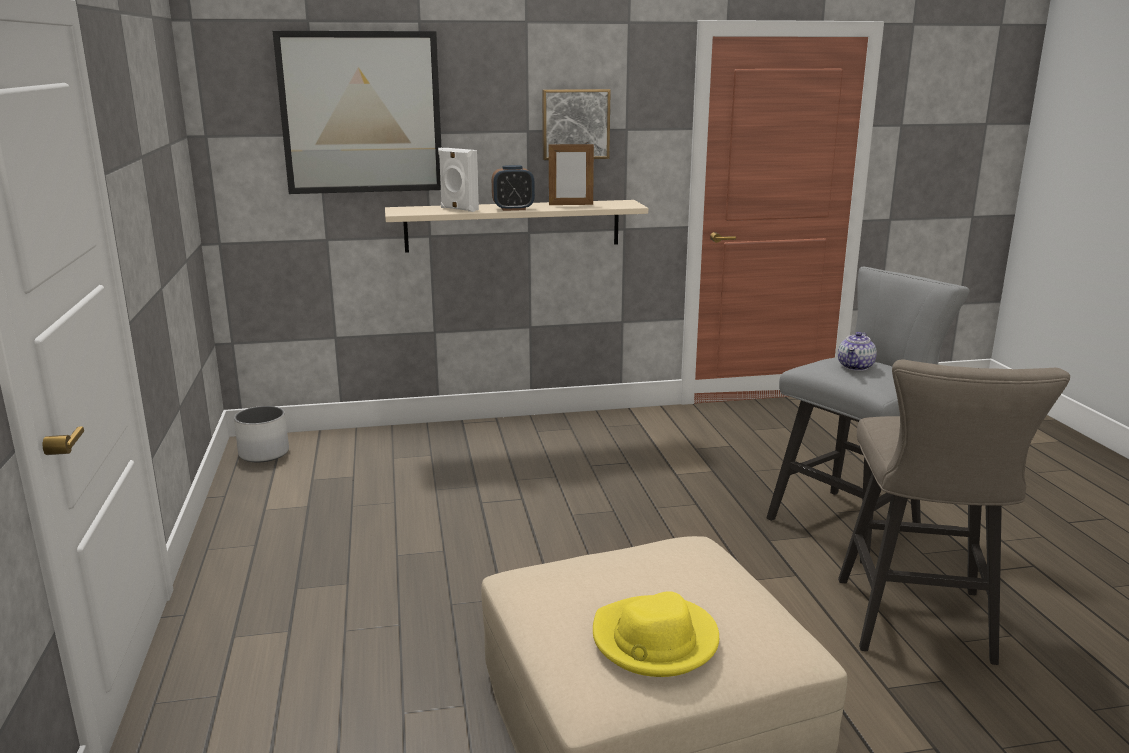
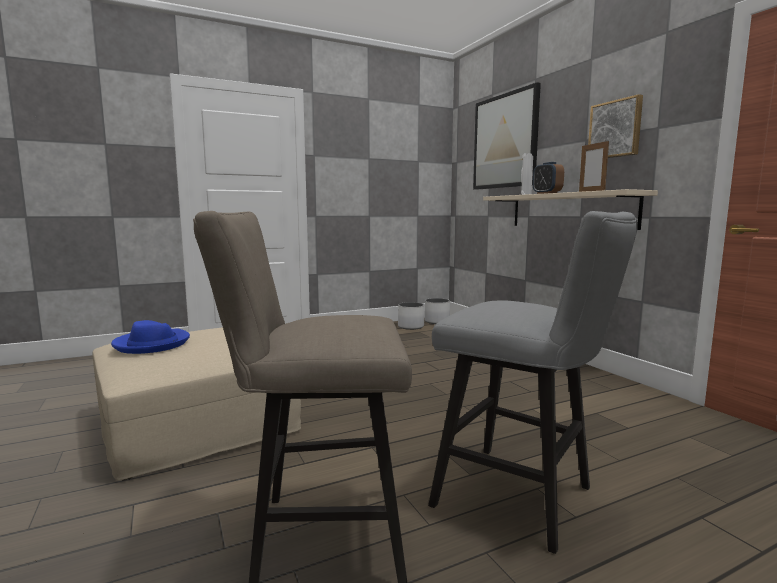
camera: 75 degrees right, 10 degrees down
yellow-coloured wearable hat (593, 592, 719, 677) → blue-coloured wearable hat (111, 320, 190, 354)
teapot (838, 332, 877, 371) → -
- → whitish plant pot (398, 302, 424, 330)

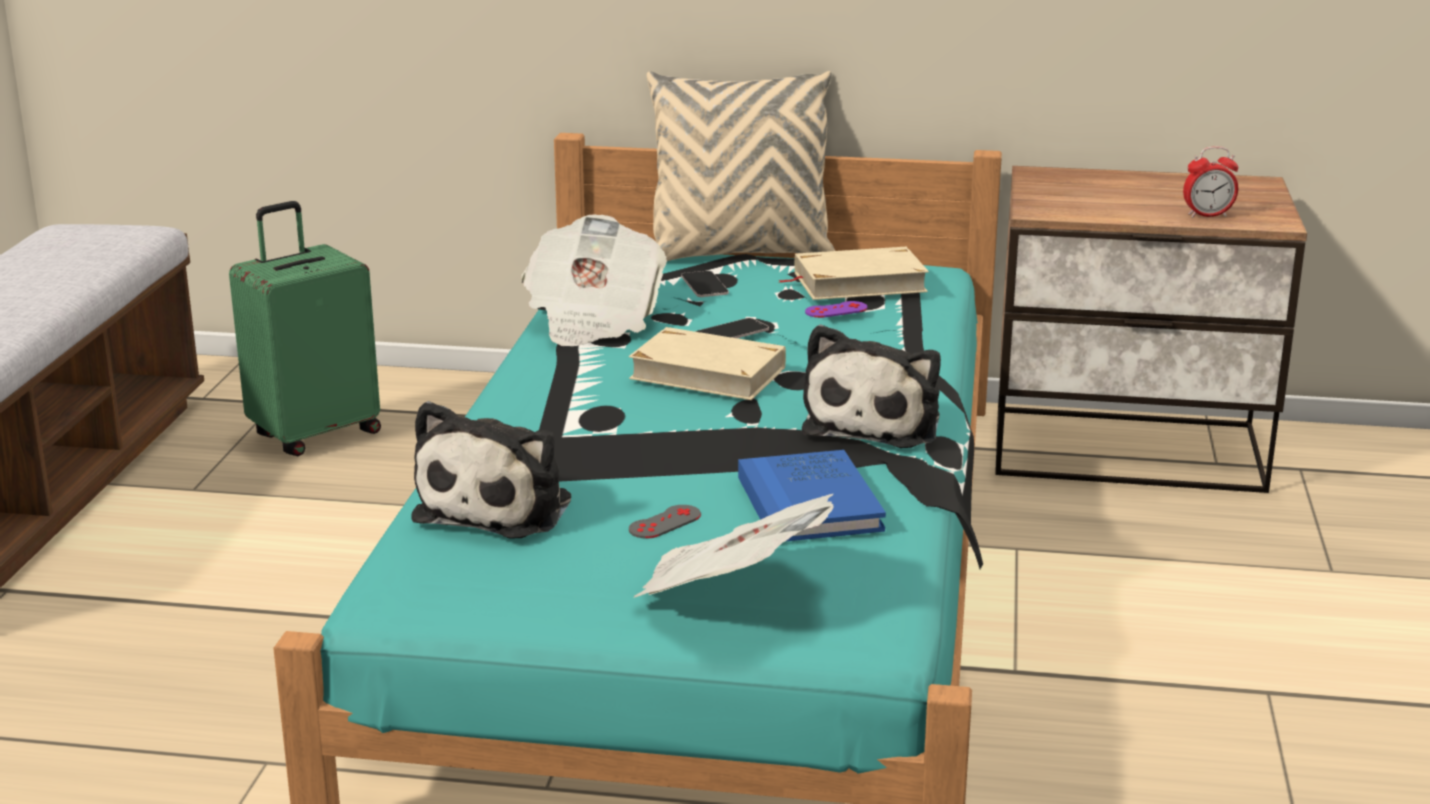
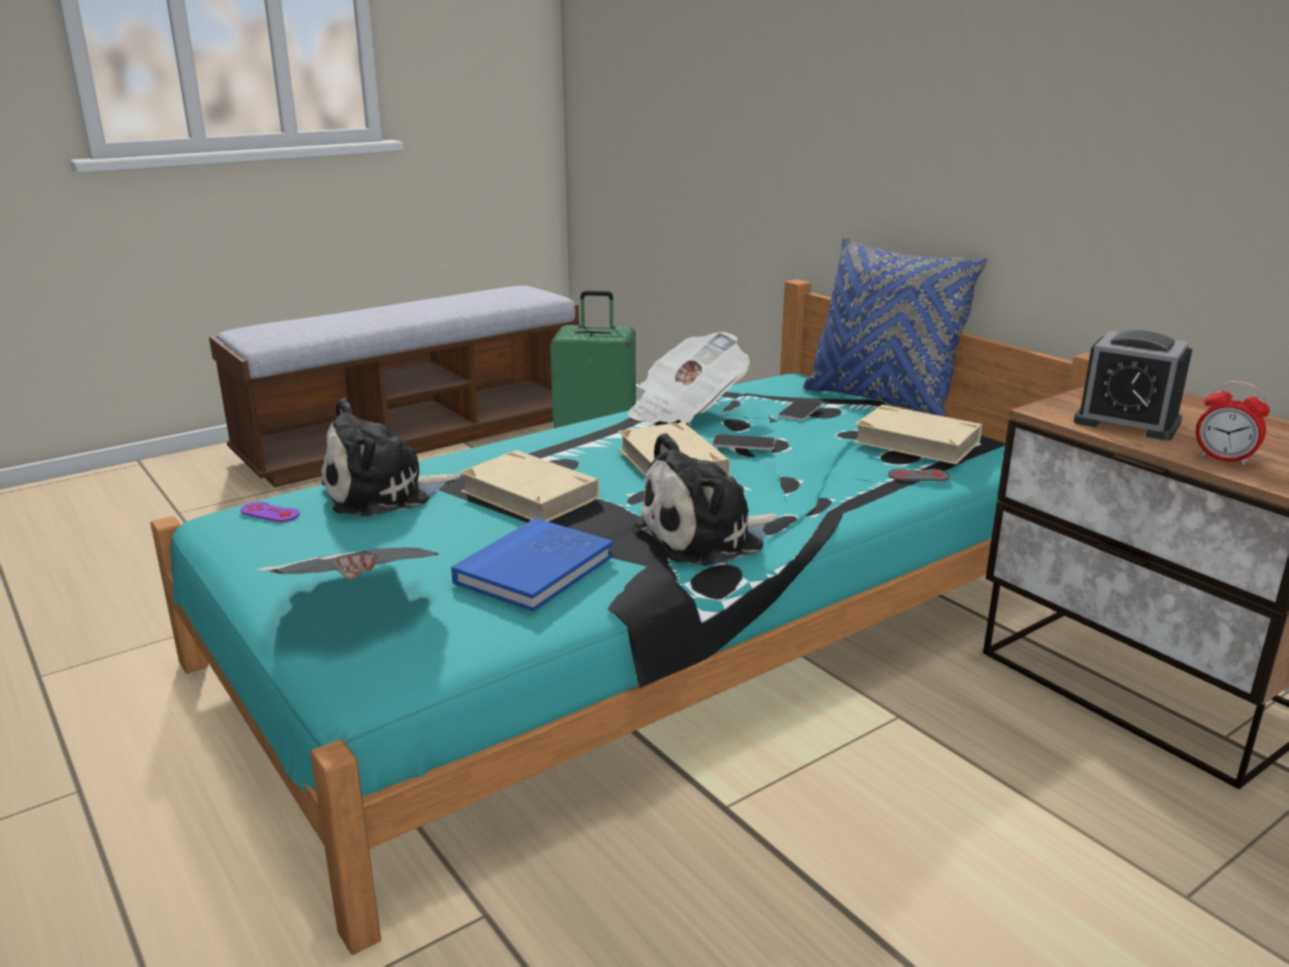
camera: 45 degrees right, 0 degrees up
greyish game controller (629, 505, 701, 539) → greyish game controller (888, 469, 950, 481), moved
beige-coloured cushion (647, 71, 835, 261) → blue-coloured cushion (803, 236, 987, 417)
purple game controller (805, 301, 867, 318) → purple game controller (241, 502, 300, 522), moved
- → beige-coloured bound book (459, 450, 599, 522)
- → alarm clock (1073, 330, 1192, 440)

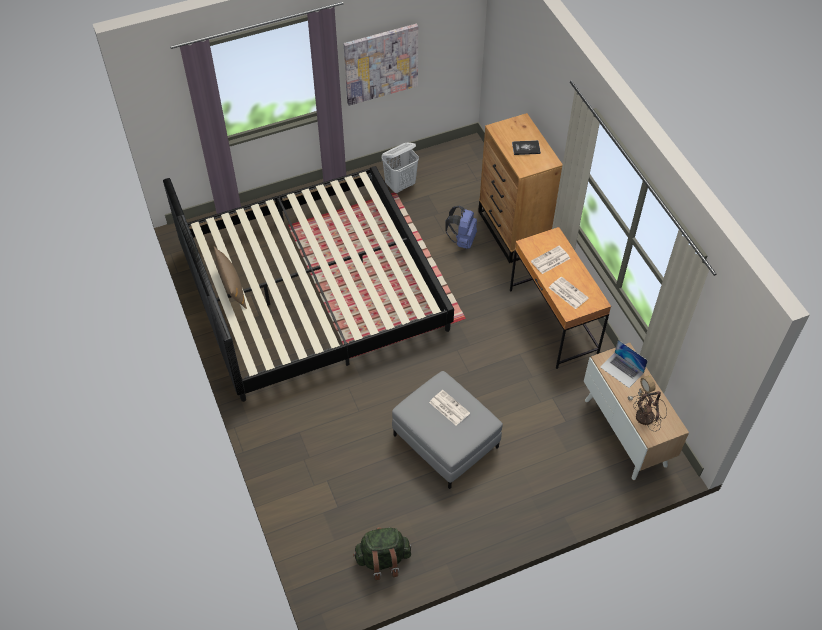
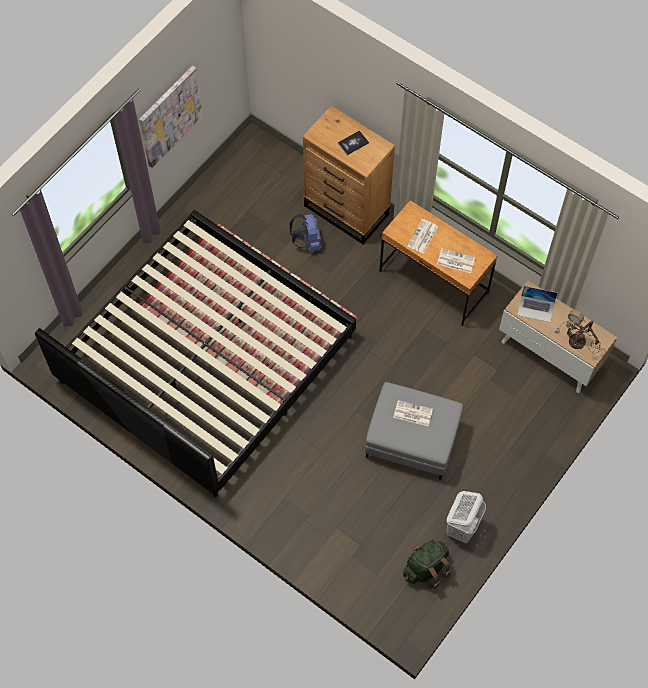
camera: 30 degrees left, 10 degrees up
brown cushion (214, 247, 247, 309) → -
whitish washing basket (382, 143, 419, 193) → whitish washing basket (446, 491, 486, 543), moved

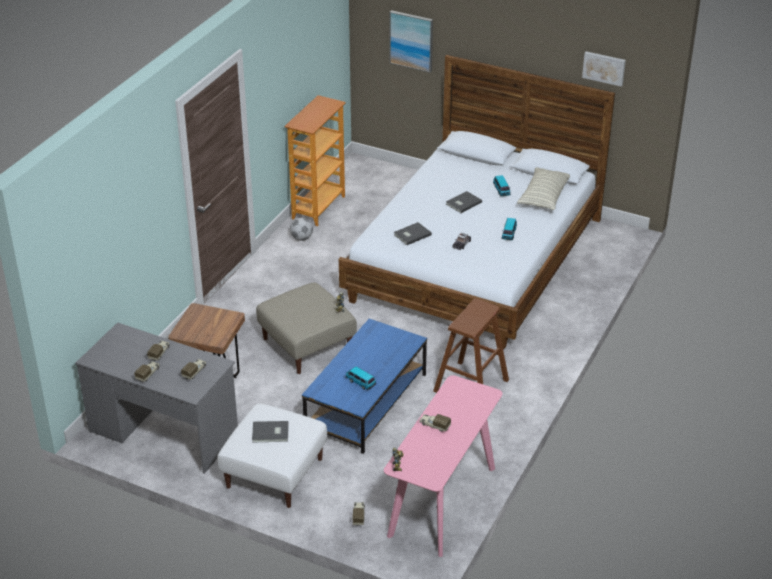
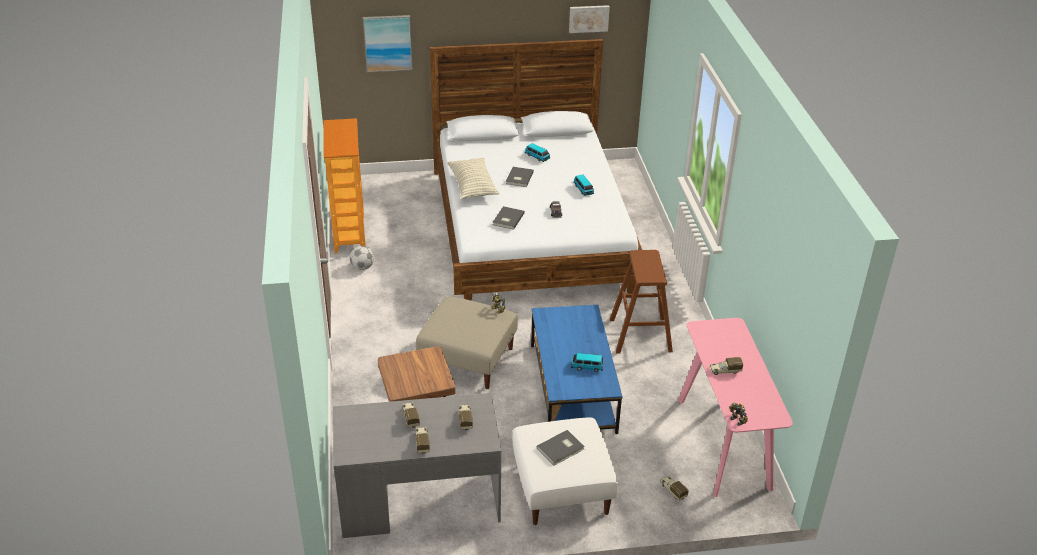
camera: 35 degrees left, 0 degrees up
cushion (517, 167, 570, 210) → cushion (447, 158, 499, 200), moved

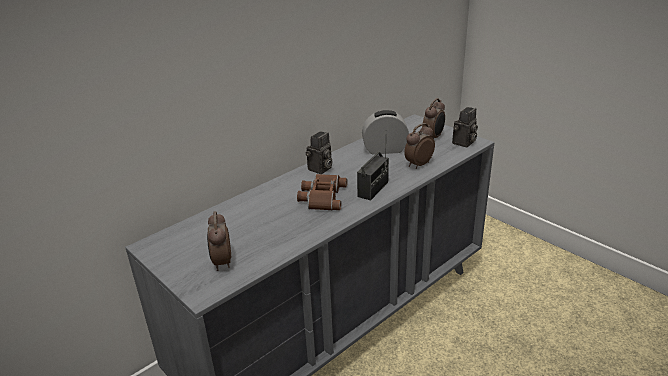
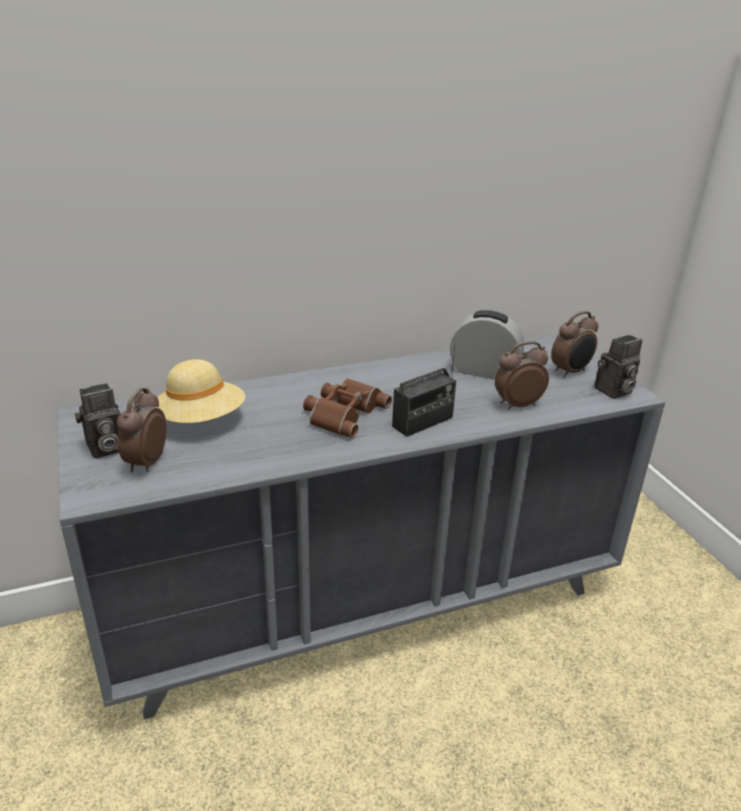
camera: 20 degrees right, 0 degrees up
still camera (306, 131, 332, 174) → still camera (75, 383, 121, 459), moved
- → beige-coloured wearable hat (155, 359, 245, 423)

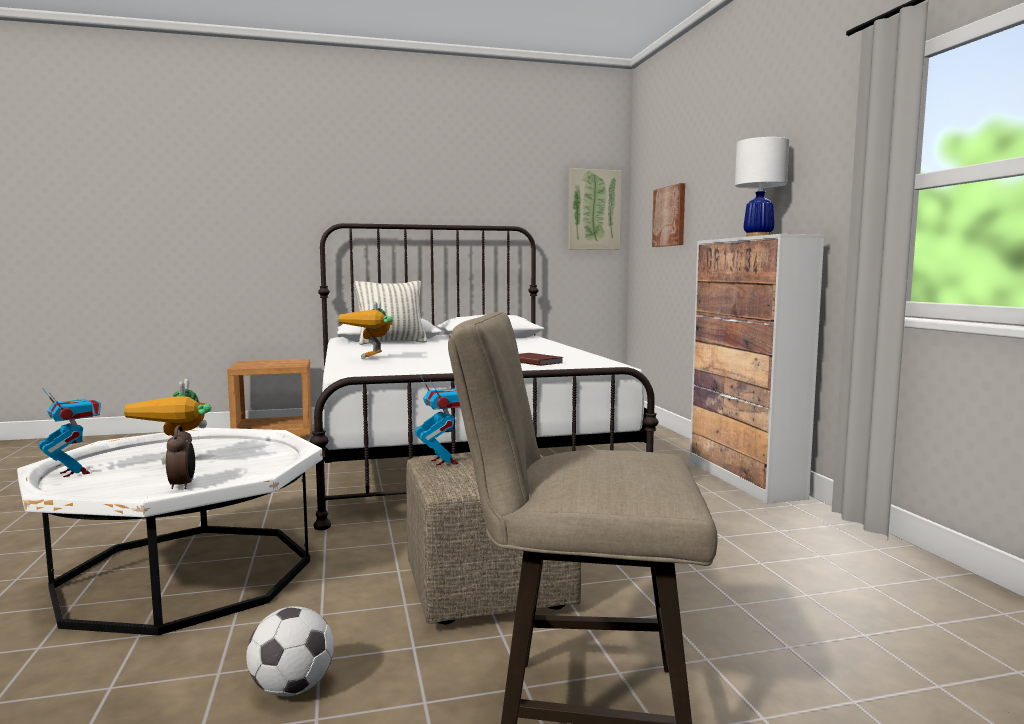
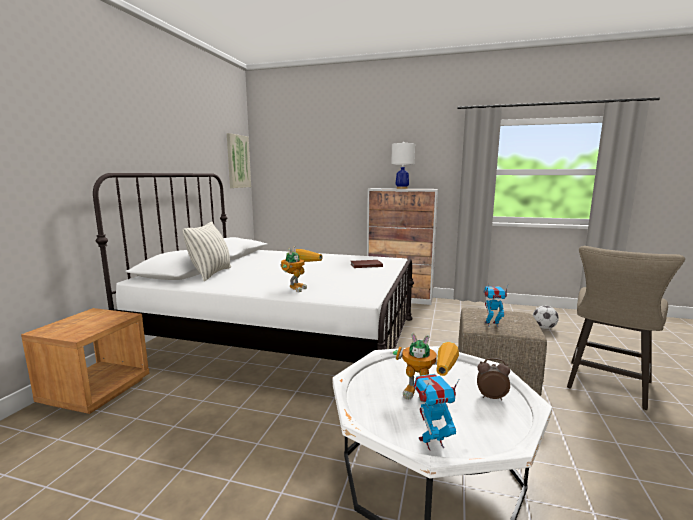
camera: 60 degrees left, 5 degrees up
ball for football (246, 606, 334, 696) → ball for football (533, 306, 559, 329), moved
robot figure (338, 301, 393, 359) → robot figure (280, 246, 322, 292), 105 degrees counterclockwise
wall picture (652, 183, 685, 247) → -

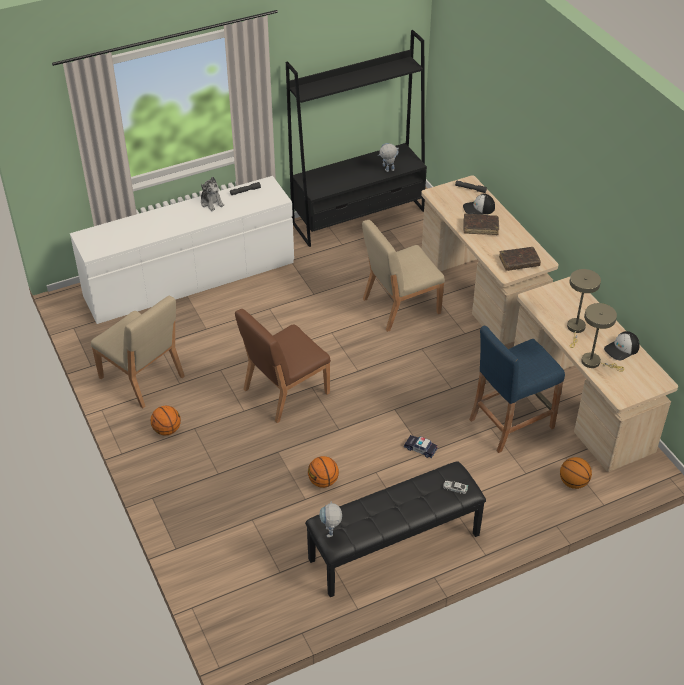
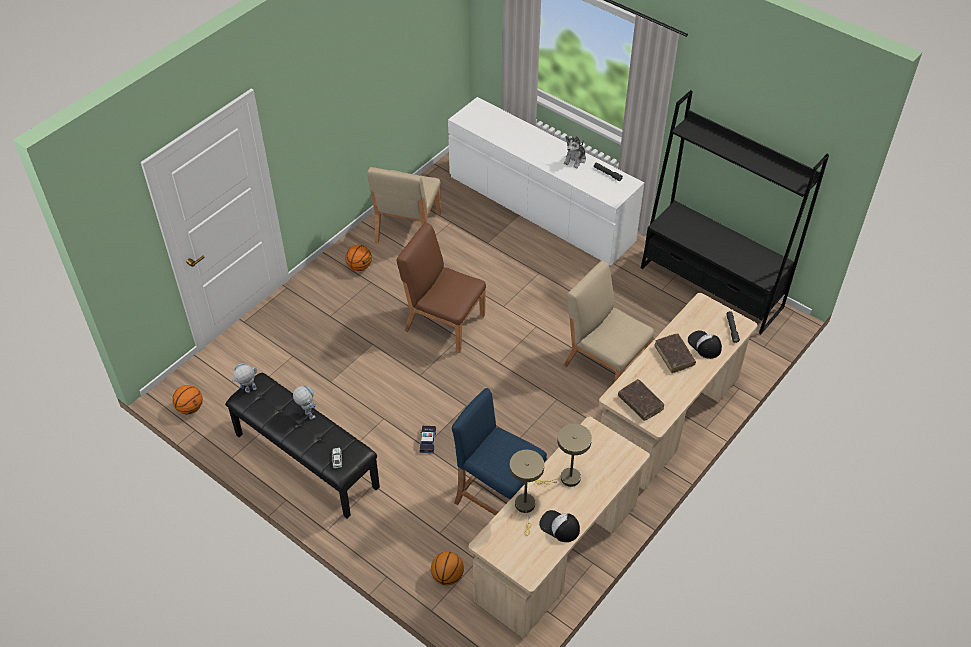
camera: 65 degrees right, 5 degrees up
ball for basketball (308, 456, 339, 488) → ball for basketball (172, 385, 203, 414), moved
robot figure (378, 143, 399, 172) → robot figure (293, 386, 316, 419), moved

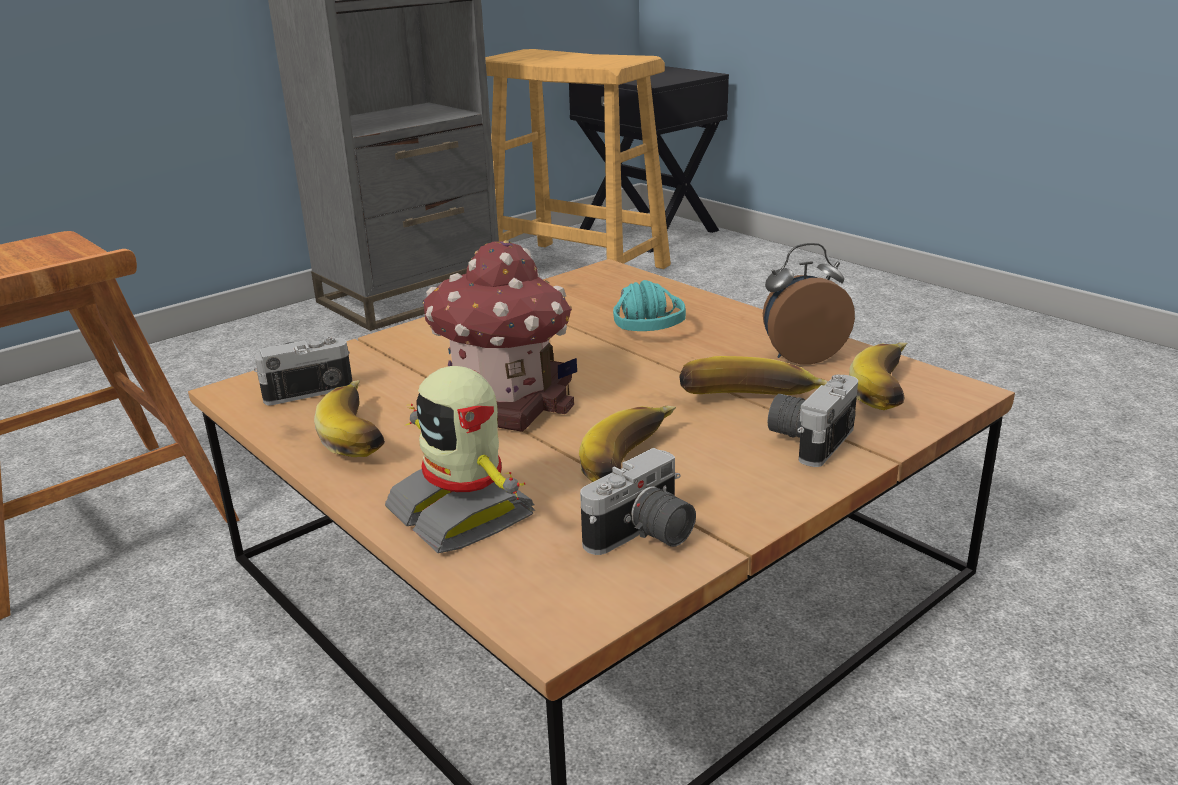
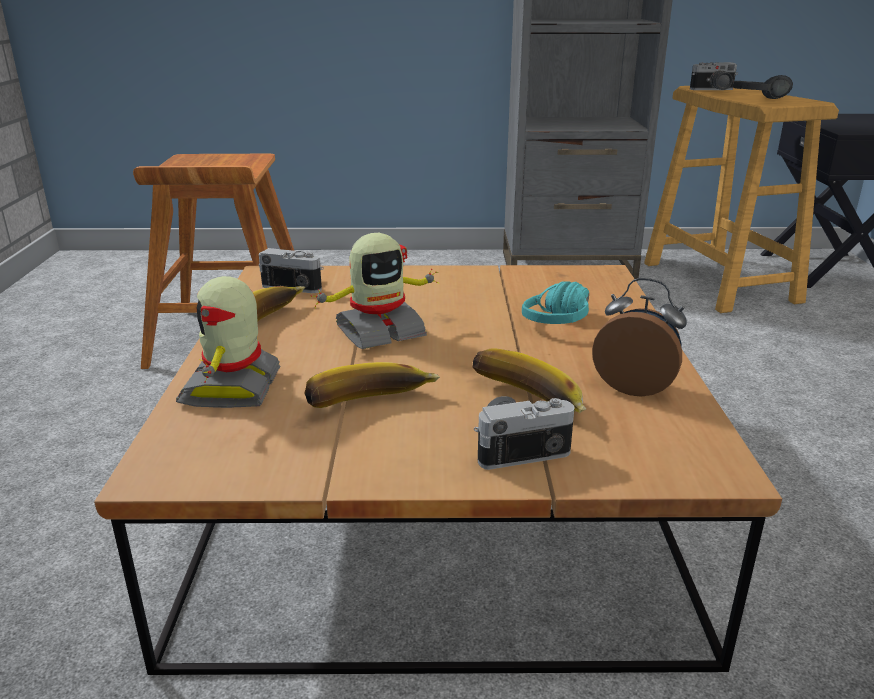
camera: 40 degrees right, 0 degrees up
model house (423, 240, 577, 432) → robot figure (310, 233, 438, 349)
still camera (580, 448, 696, 555) → still camera (690, 62, 738, 90), moved
banana (849, 342, 907, 410) → -
- → black headphones (733, 75, 793, 99)

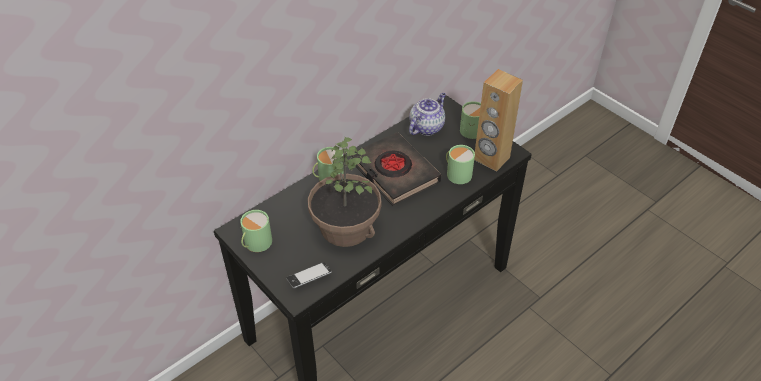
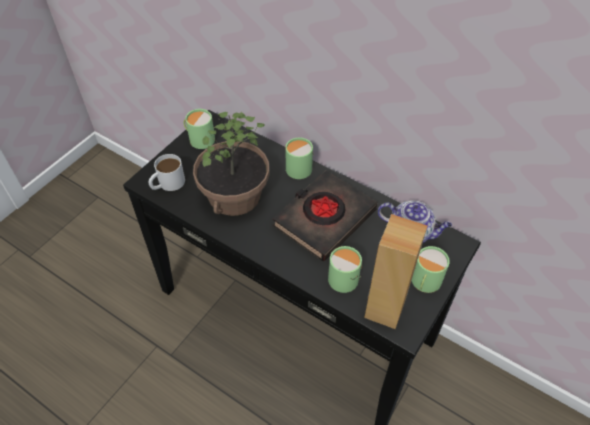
camera: 75 degrees right, 5 degrees up
phone (286, 262, 332, 288) → whitish coffee mug (148, 154, 185, 191)

